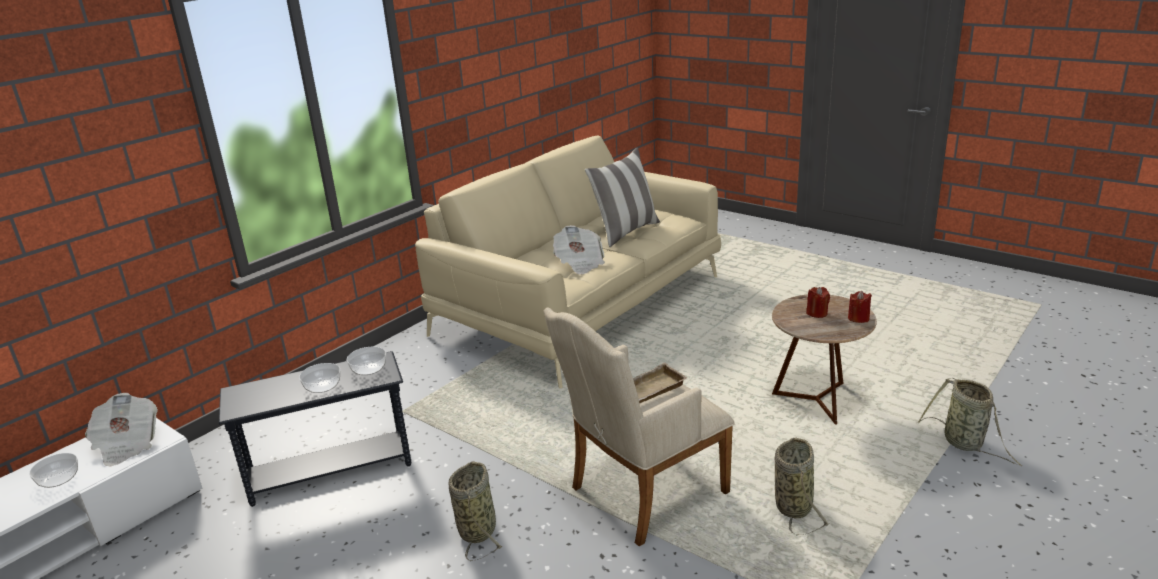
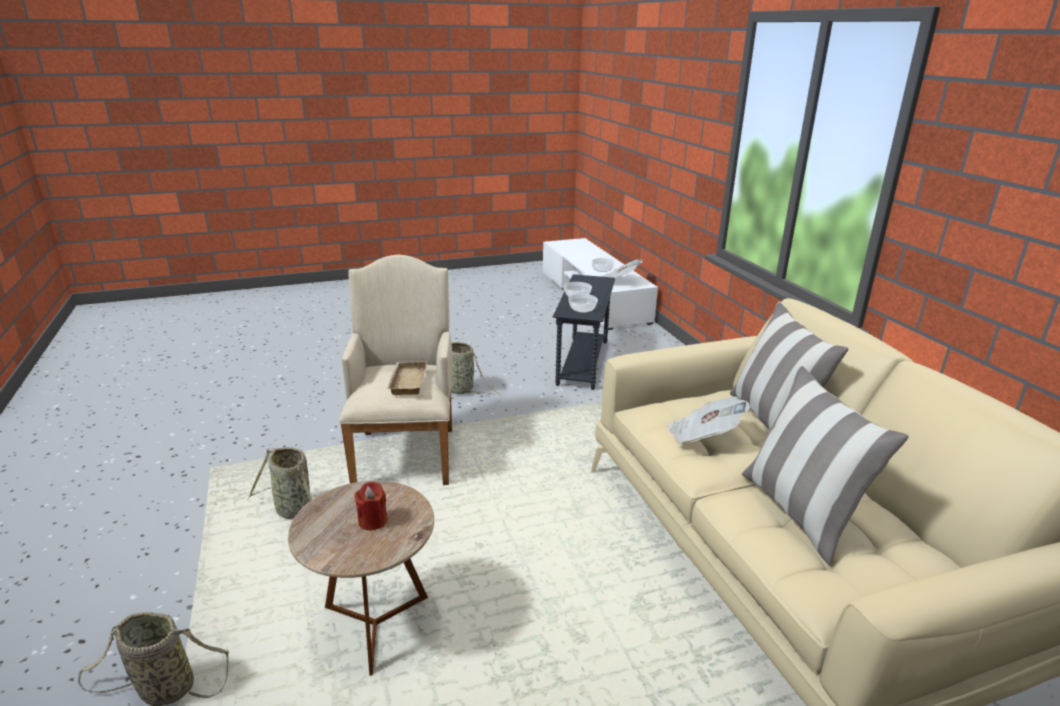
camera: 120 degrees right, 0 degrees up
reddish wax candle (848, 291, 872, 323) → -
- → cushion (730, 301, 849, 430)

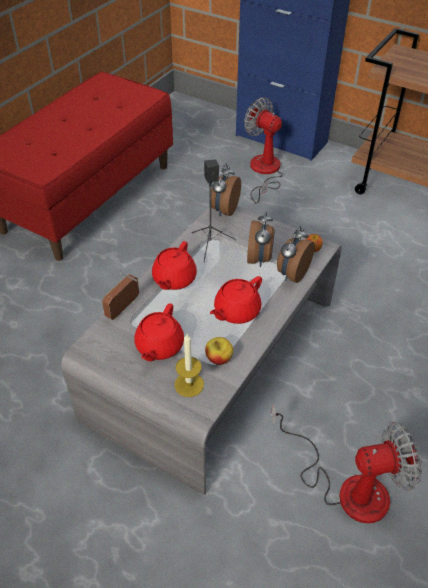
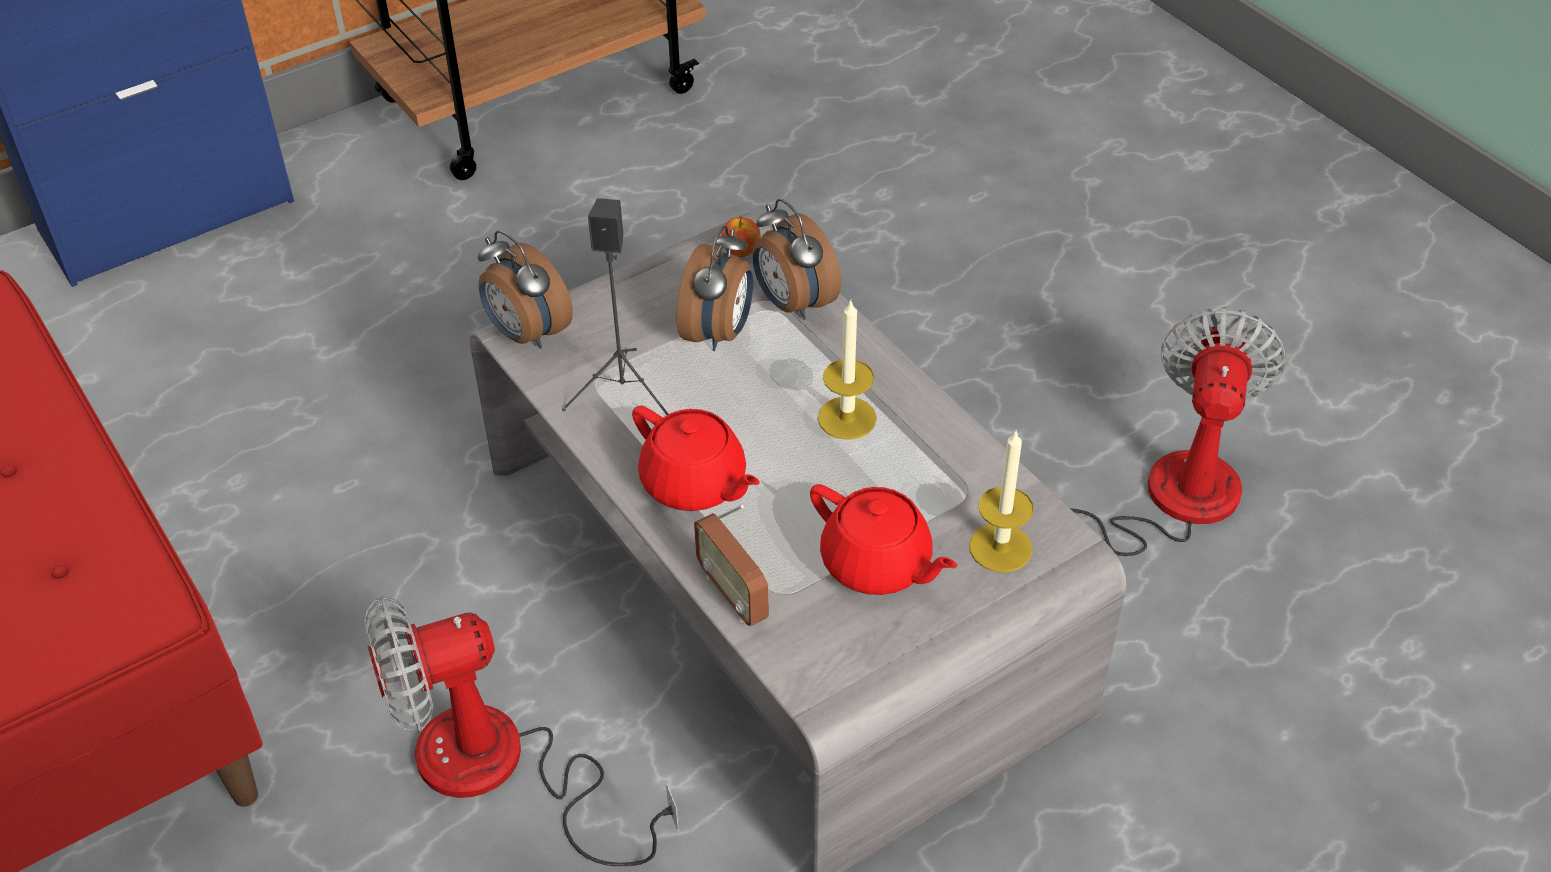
camera: 65 degrees left, 0 degrees up
whole apple (205, 337, 233, 365) → -
reddish teapot (210, 276, 262, 324) → wax candle (818, 300, 877, 440)
fan (244, 97, 283, 204) → fan (364, 596, 679, 866), moved
alarm clock (247, 211, 275, 267) → alarm clock (677, 225, 753, 351), 75 degrees clockwise

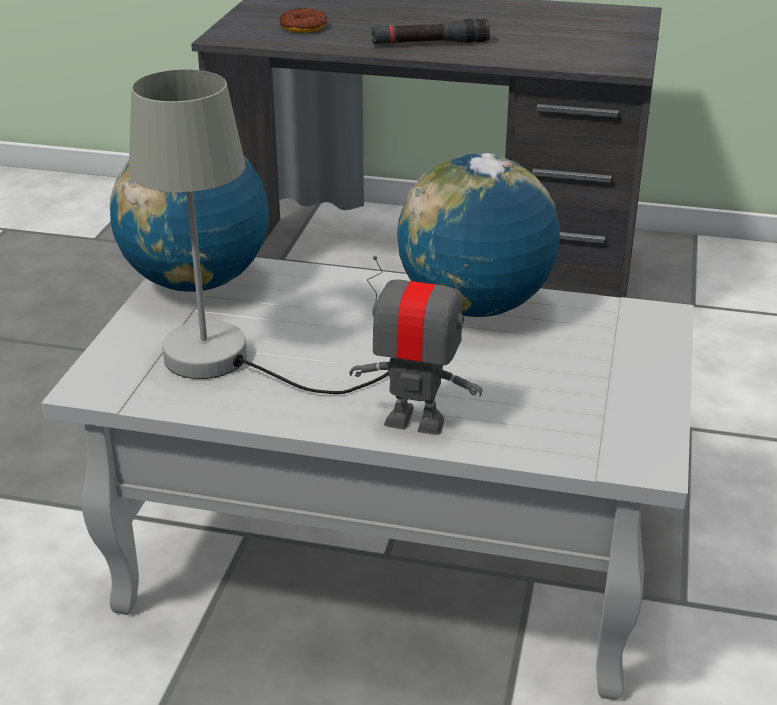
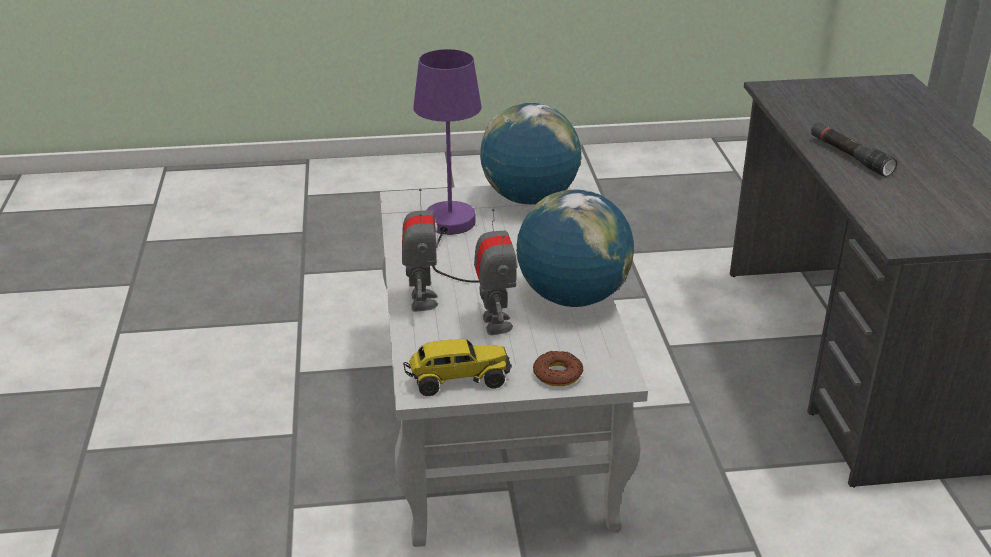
camera: 70 degrees right, 0 degrees up
greyish lamp for a table (129, 69, 388, 394) → purple lamp for a table (413, 49, 482, 283)
donut (279, 8, 327, 33) → donut (533, 351, 583, 386), moved
- → model truck (403, 339, 512, 396)
- → robot figure (474, 208, 518, 335)

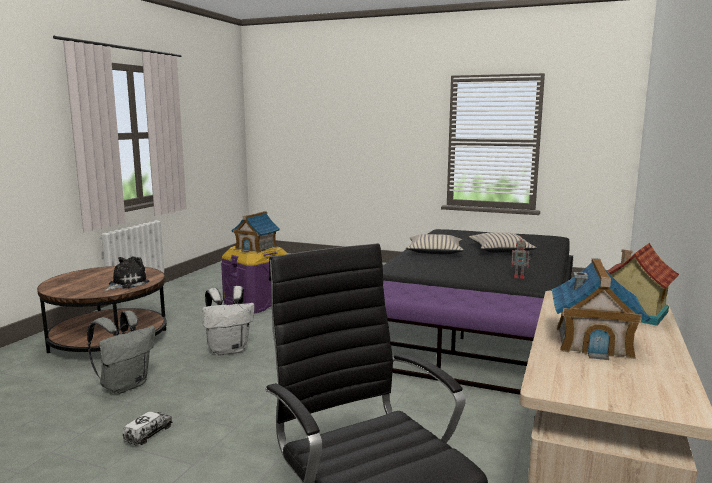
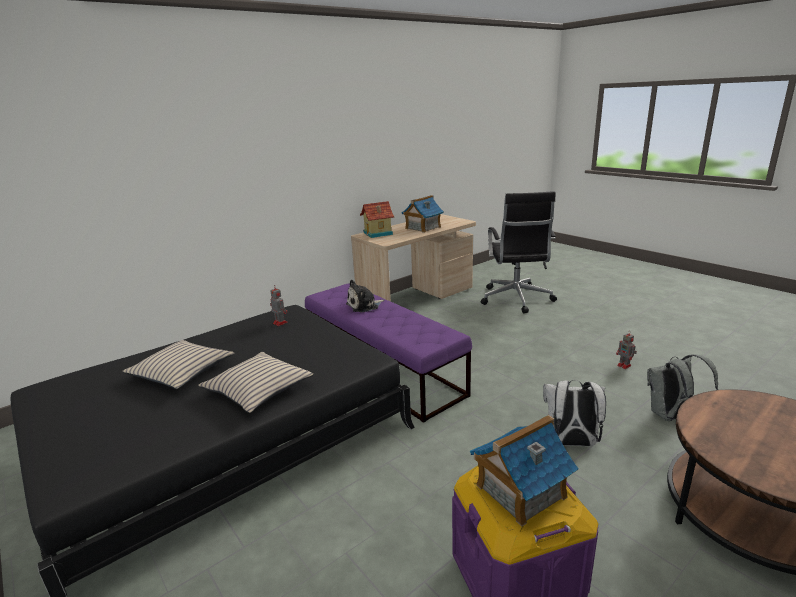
camera: 150 degrees left, 10 degrees up
cuddly toy (104, 256, 149, 291) → cuddly toy (346, 280, 384, 312), moved
model truck (123, 412, 172, 446) → robot figure (616, 333, 637, 369)

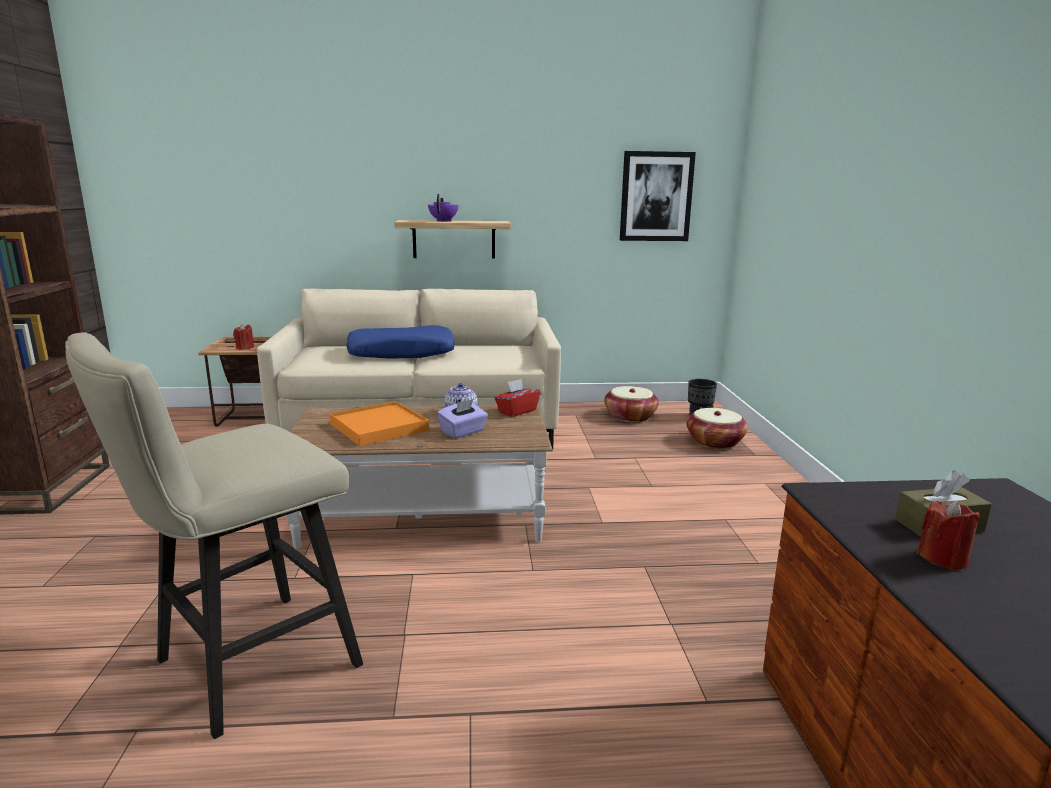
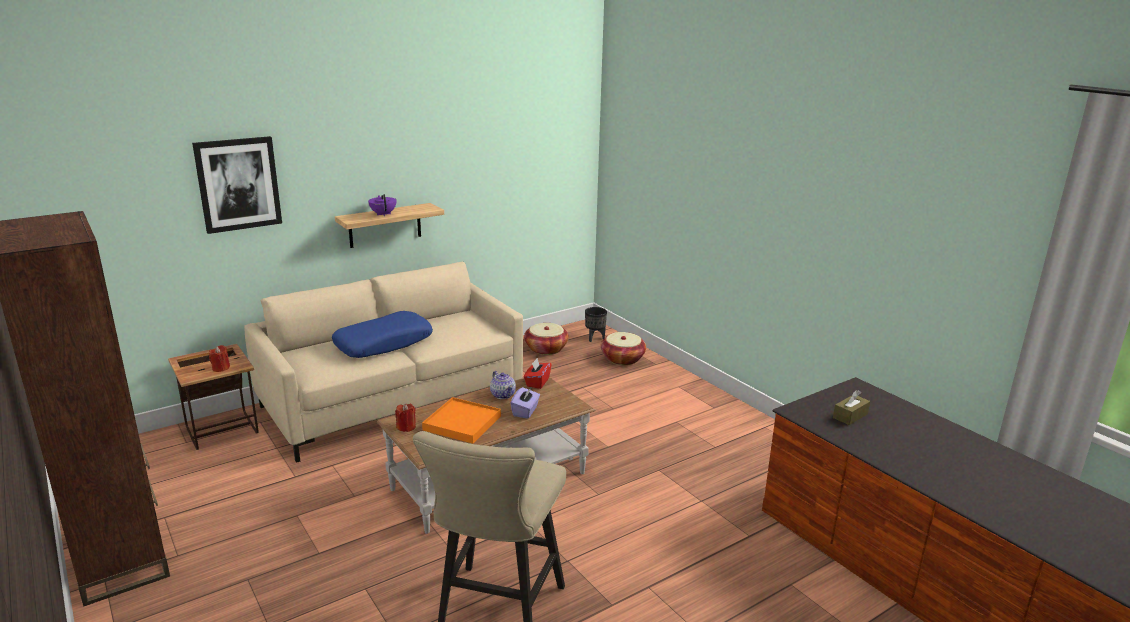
camera: 30 degrees left, 5 degrees up
wall picture (620, 151, 696, 241) → wall picture (192, 136, 282, 234), moved
reddish wax candle (917, 500, 979, 570) → reddish wax candle (395, 404, 416, 432), moved

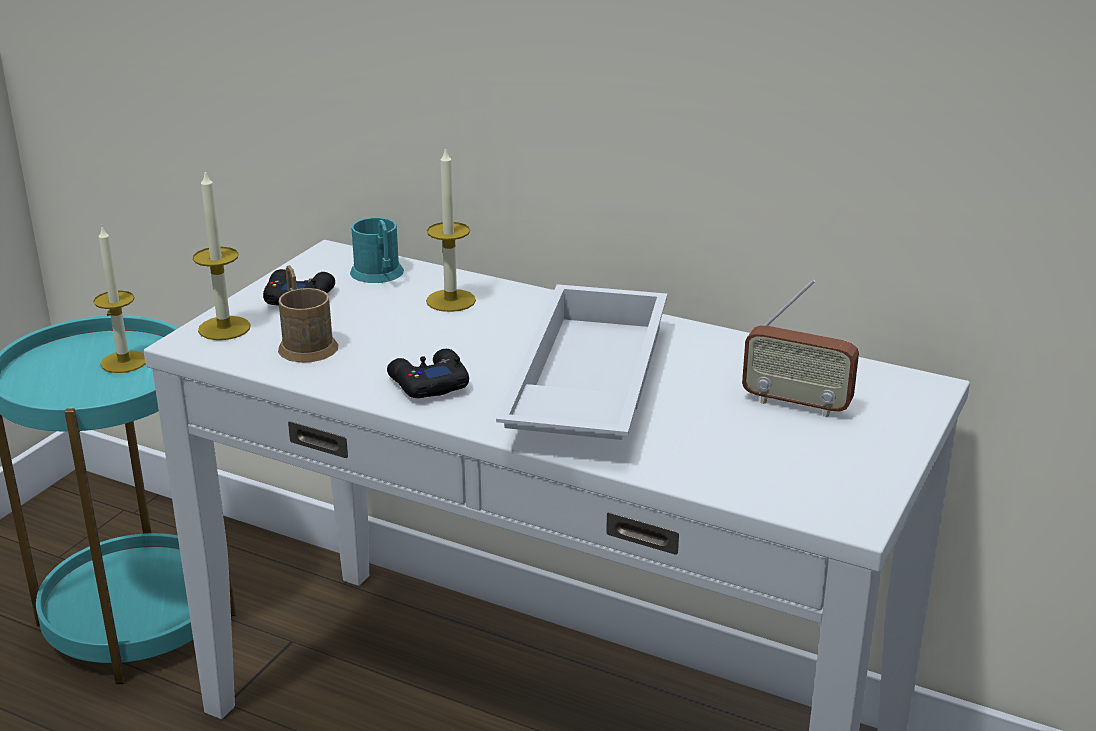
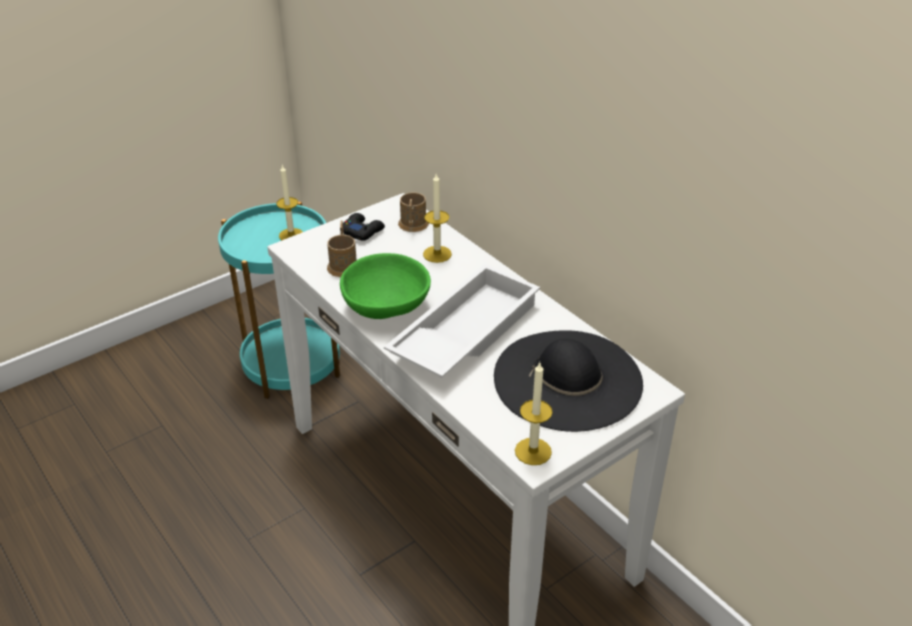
camera: 25 degrees right, 10 degrees up
wax candle (193, 170, 251, 340) → wax candle (515, 362, 553, 465), moved
turquoise coffee mug (350, 218, 404, 283) → brown coffee mug (398, 192, 429, 232)
black game controller (387, 349, 469, 398) → green serving bowl (340, 253, 431, 319)
radio set (742, 279, 859, 417) → black wearable hat (494, 330, 643, 432)

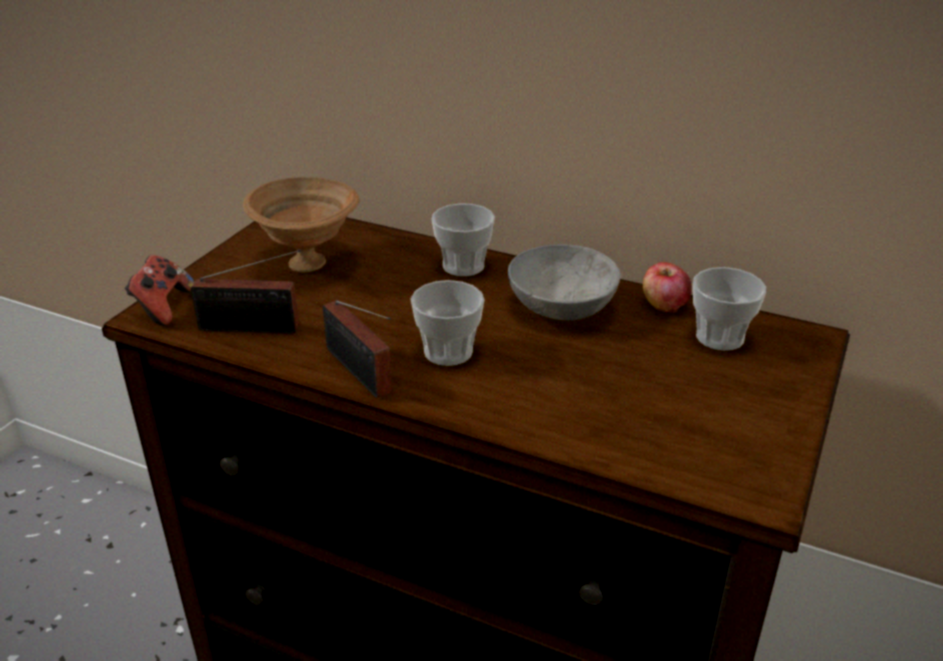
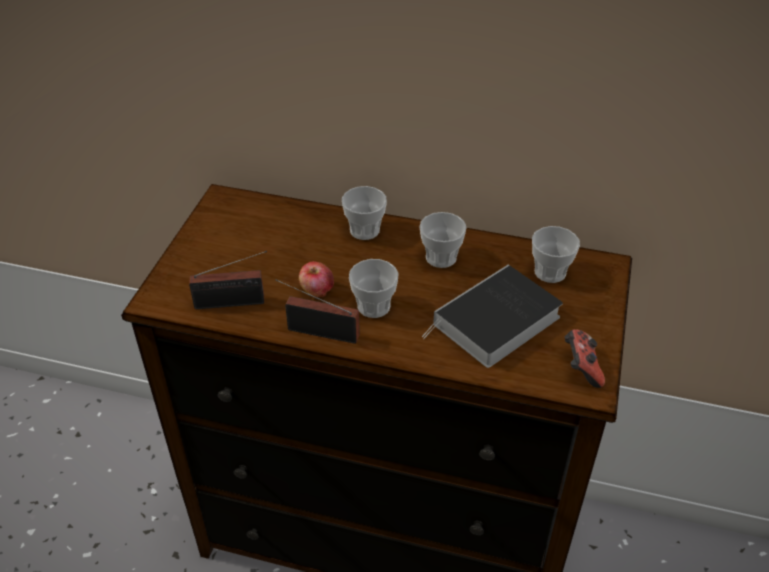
camera: 10 degrees left, 10 degrees up
game controller (125, 255, 195, 326) → game controller (564, 329, 605, 388), moved
brown serving bowl (243, 177, 359, 273) → -
radio set (322, 300, 392, 398) → radio set (275, 279, 360, 344), 150 degrees clockwise
greyish serving bowl (508, 244, 621, 321) → cup (420, 212, 467, 268)
whole apple (643, 262, 692, 313) → whole apple (299, 261, 334, 297), moved
- → bound book (422, 265, 563, 368)

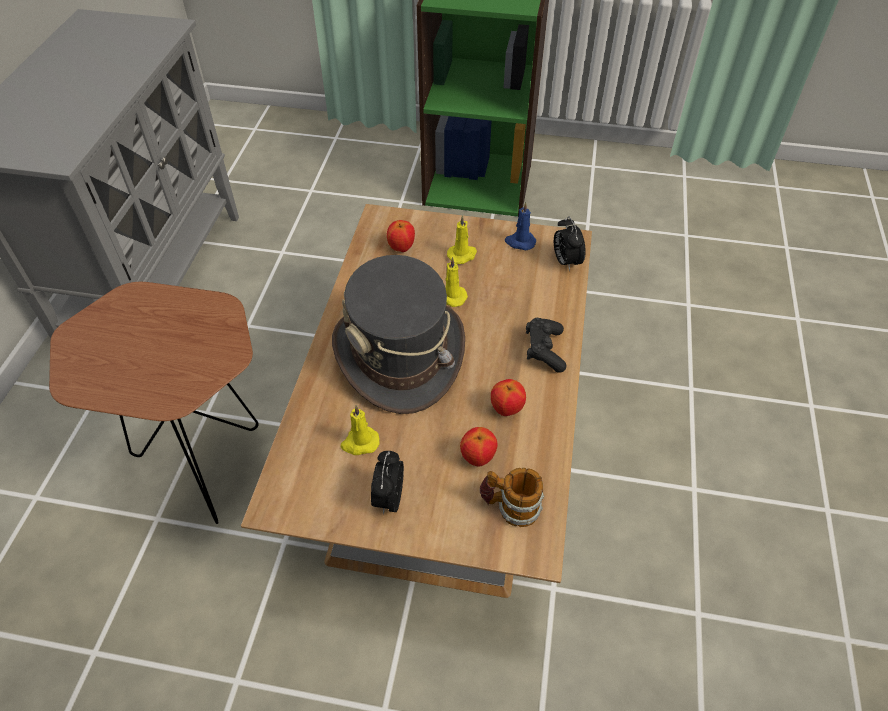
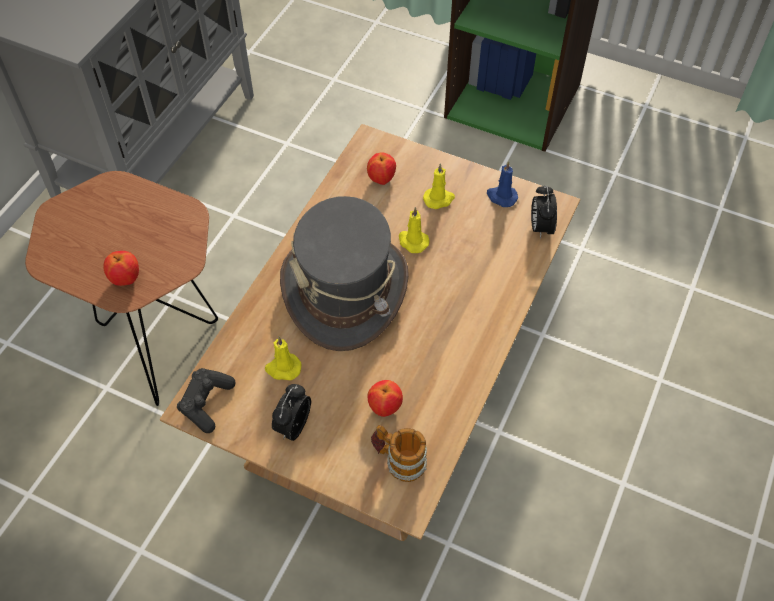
camera: 15 degrees right, 5 degrees up
whole apple (491, 379, 526, 416) → whole apple (103, 251, 139, 286), moved
black game controller (526, 318, 567, 373) → black game controller (177, 368, 236, 433), moved

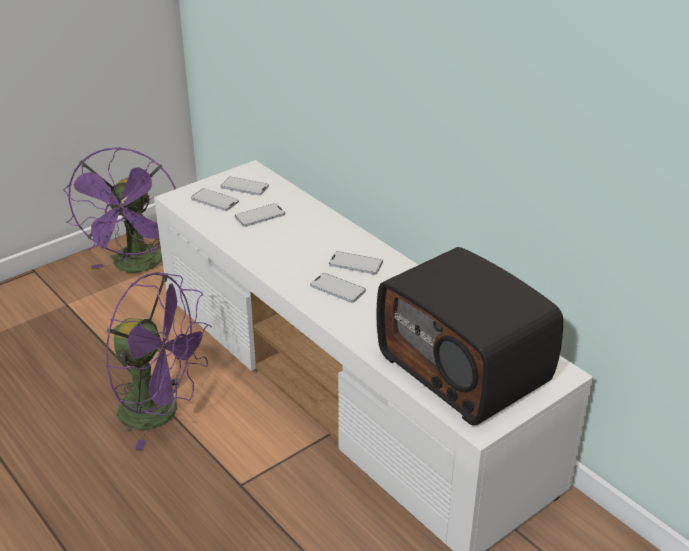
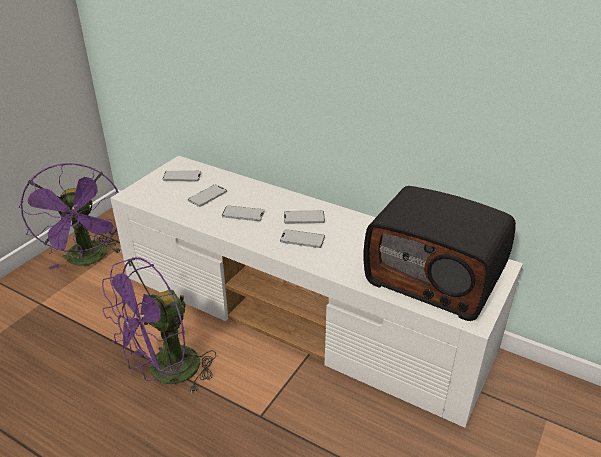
camera: 20 degrees left, 0 degrees up
purple fan (106, 272, 212, 450) → purple fan (102, 257, 216, 394), 135 degrees clockwise
phone (191, 188, 239, 211) → phone (222, 206, 265, 221), moved

